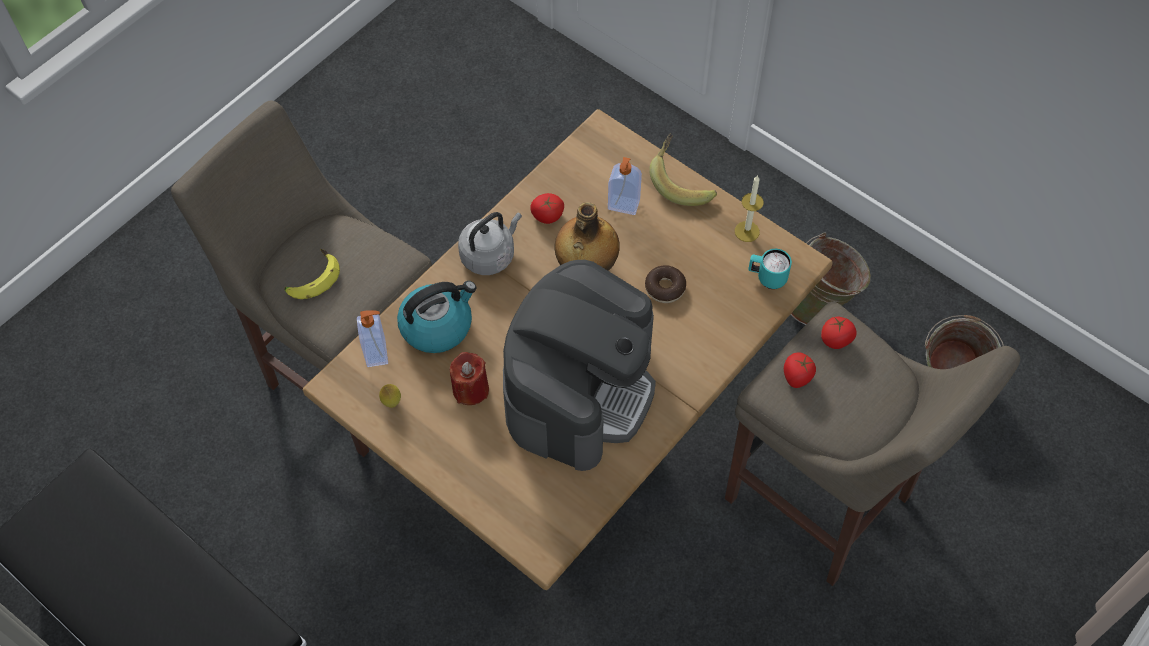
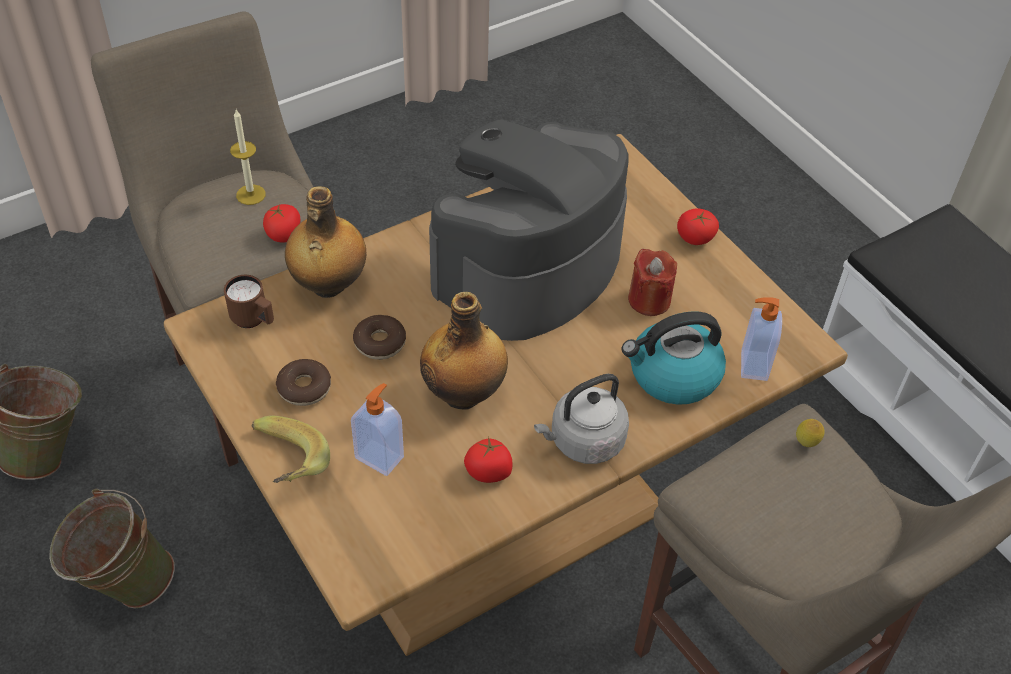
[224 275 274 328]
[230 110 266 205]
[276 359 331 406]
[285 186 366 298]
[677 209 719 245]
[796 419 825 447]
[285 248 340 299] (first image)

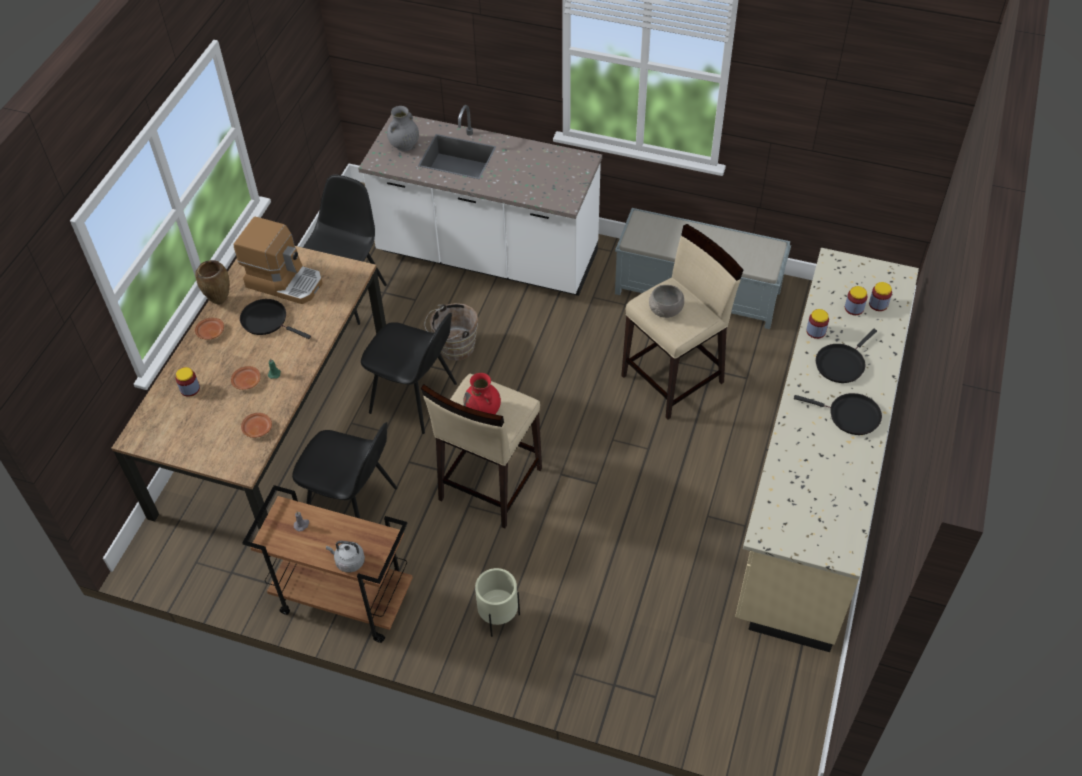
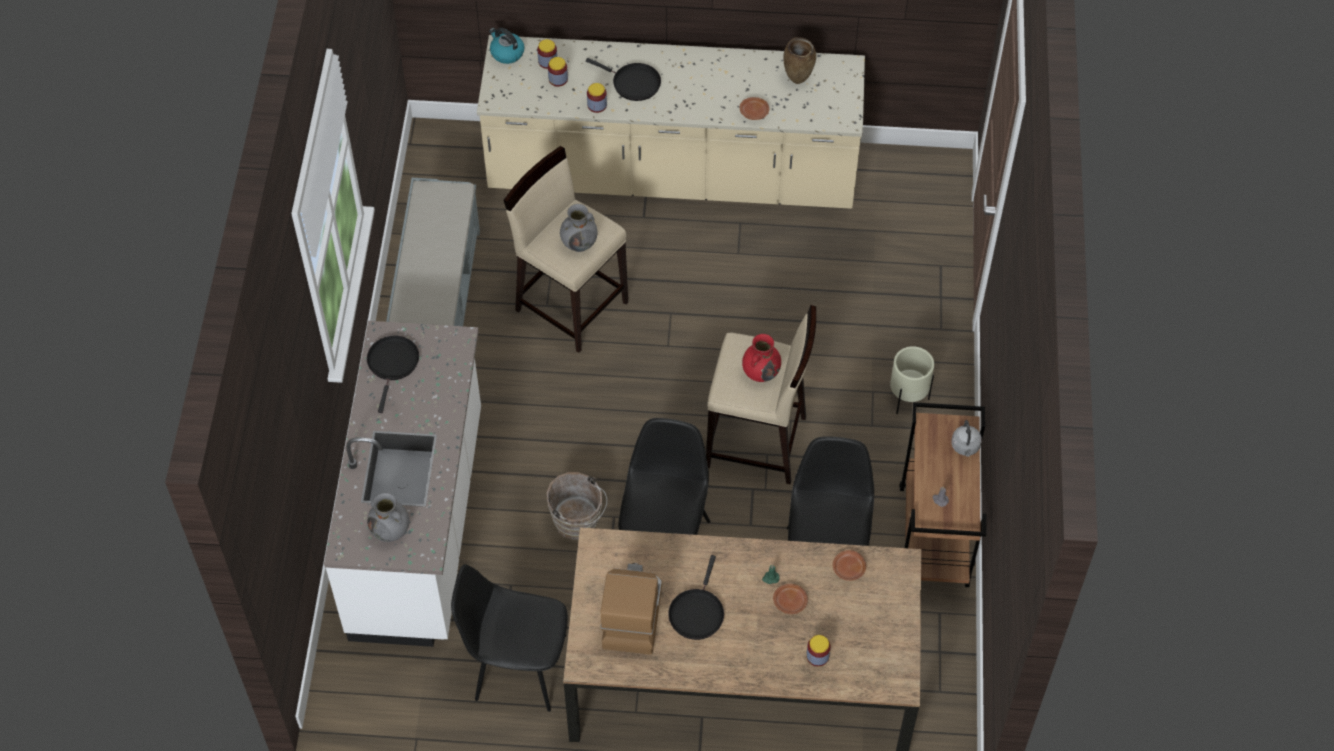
[367 335 419 413]
[489 28 524 64]
[560 204 598 252]
[740 97 769 120]
[783 37 816 84]

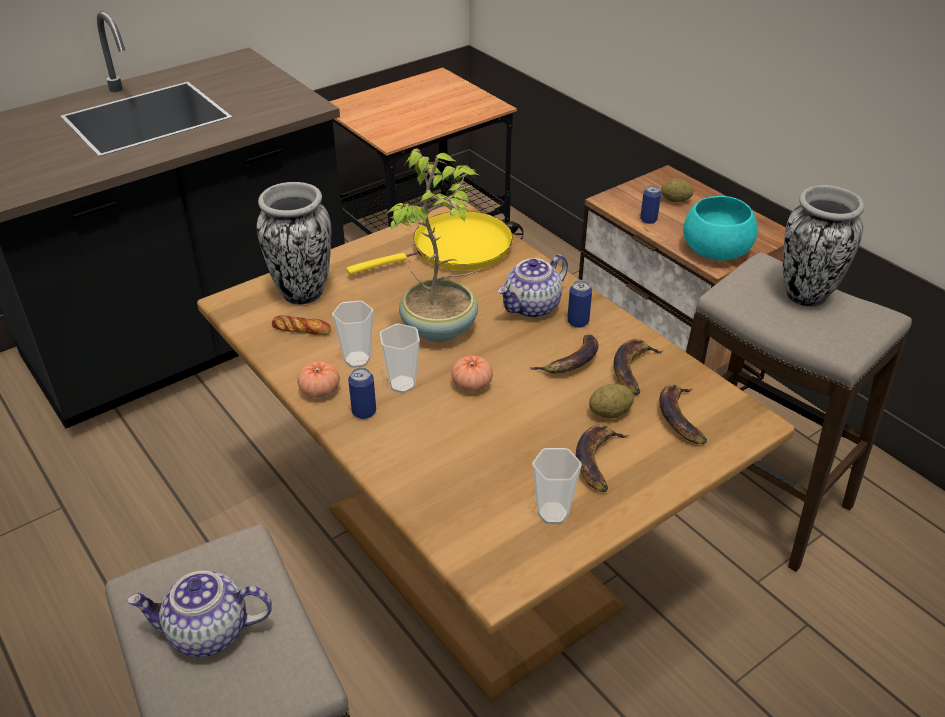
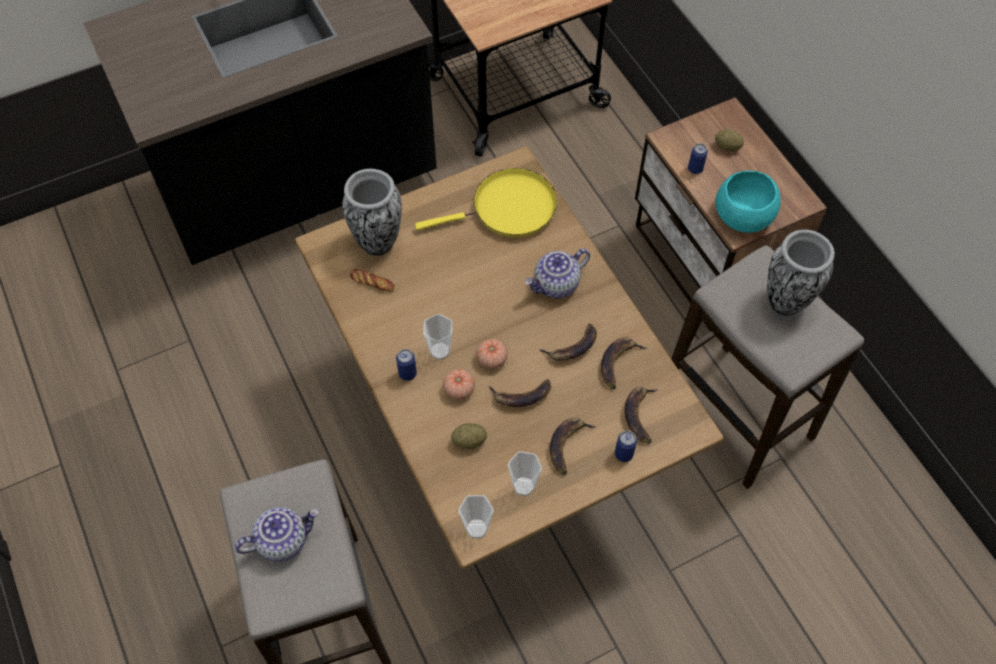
[235 507 319 562]
[443 369 475 400]
[451 423 487 449]
[458 495 493 538]
[489 379 551 407]
[615 431 637 462]
[386 148 482 342] (first image)

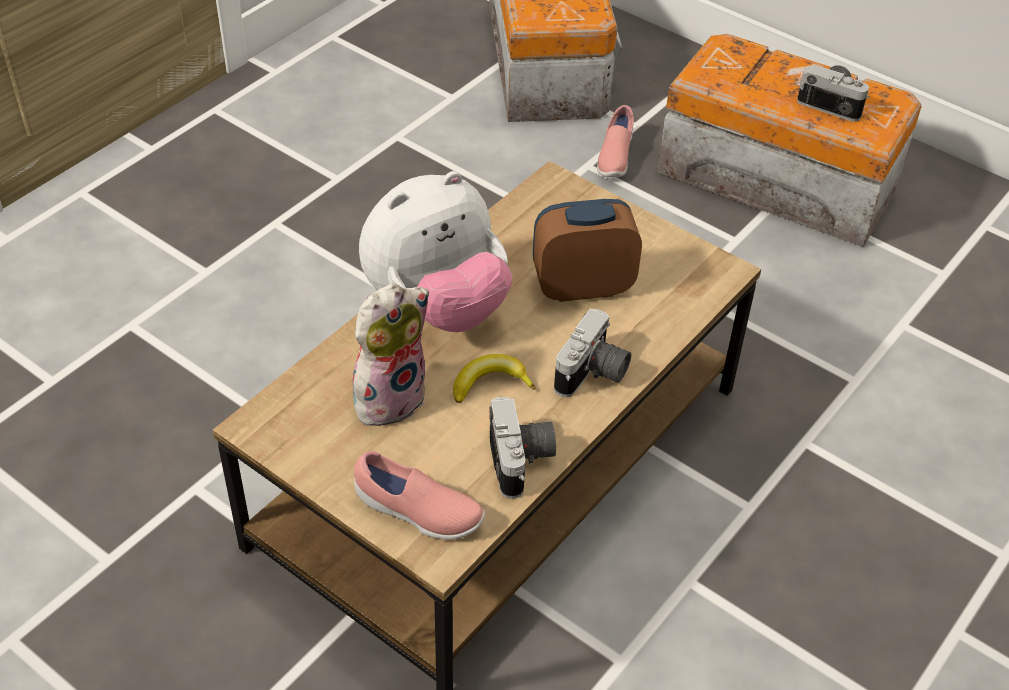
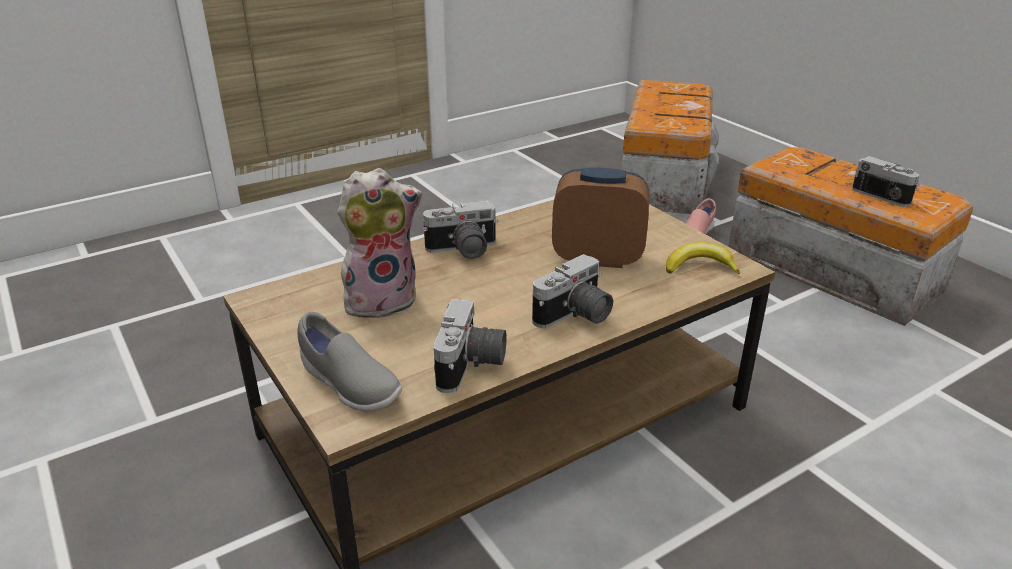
[297 312 402 411]
[423 201 498 259]
[666 242 740 274]

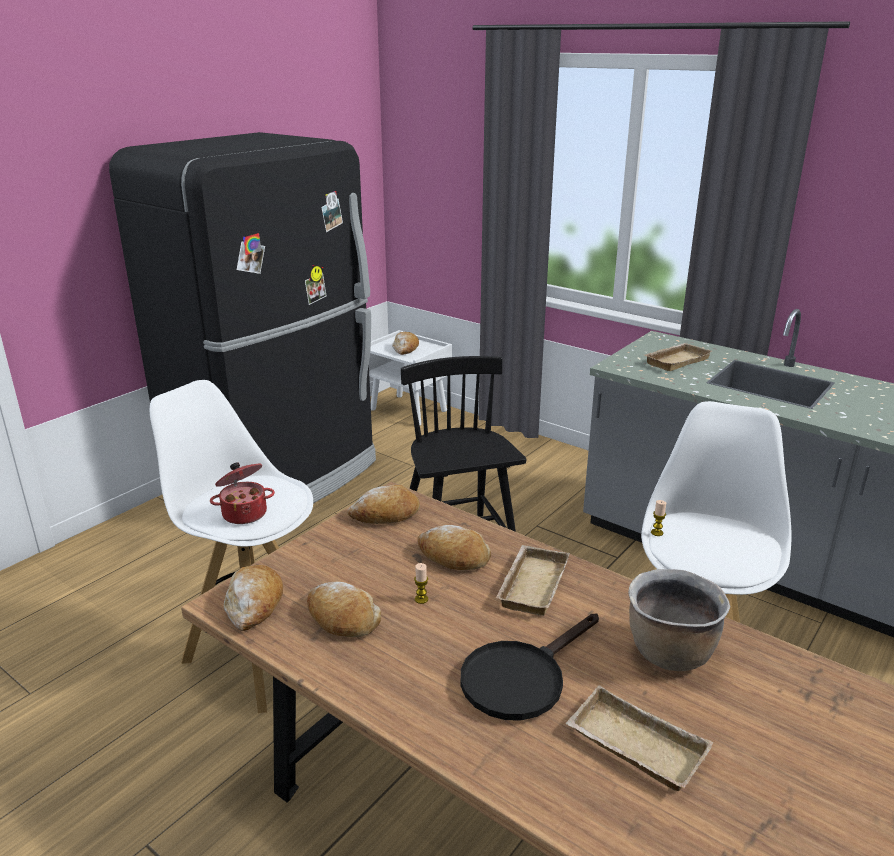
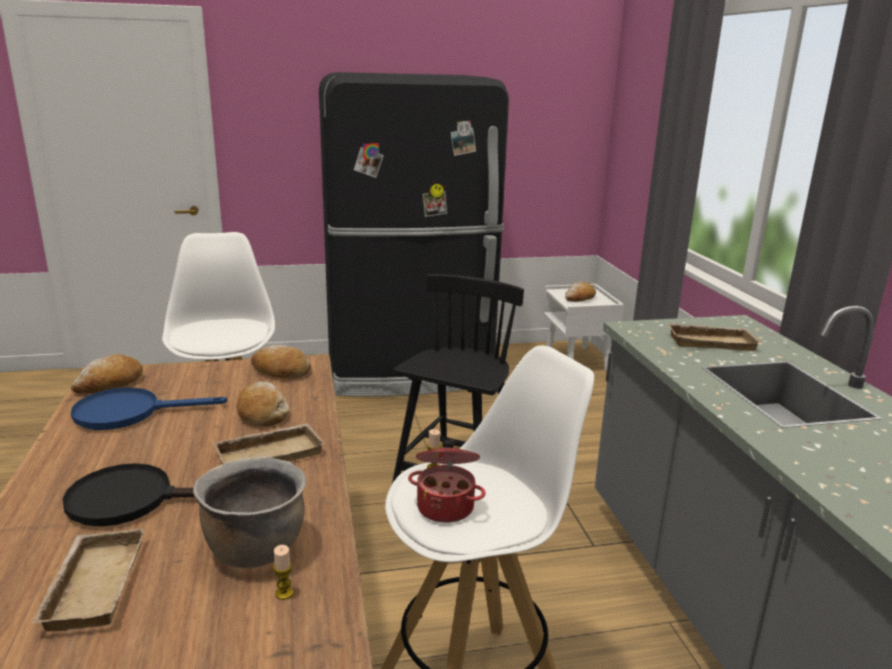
[71 388 227 430]
[273 545 294 600]
[408 440 486 523]

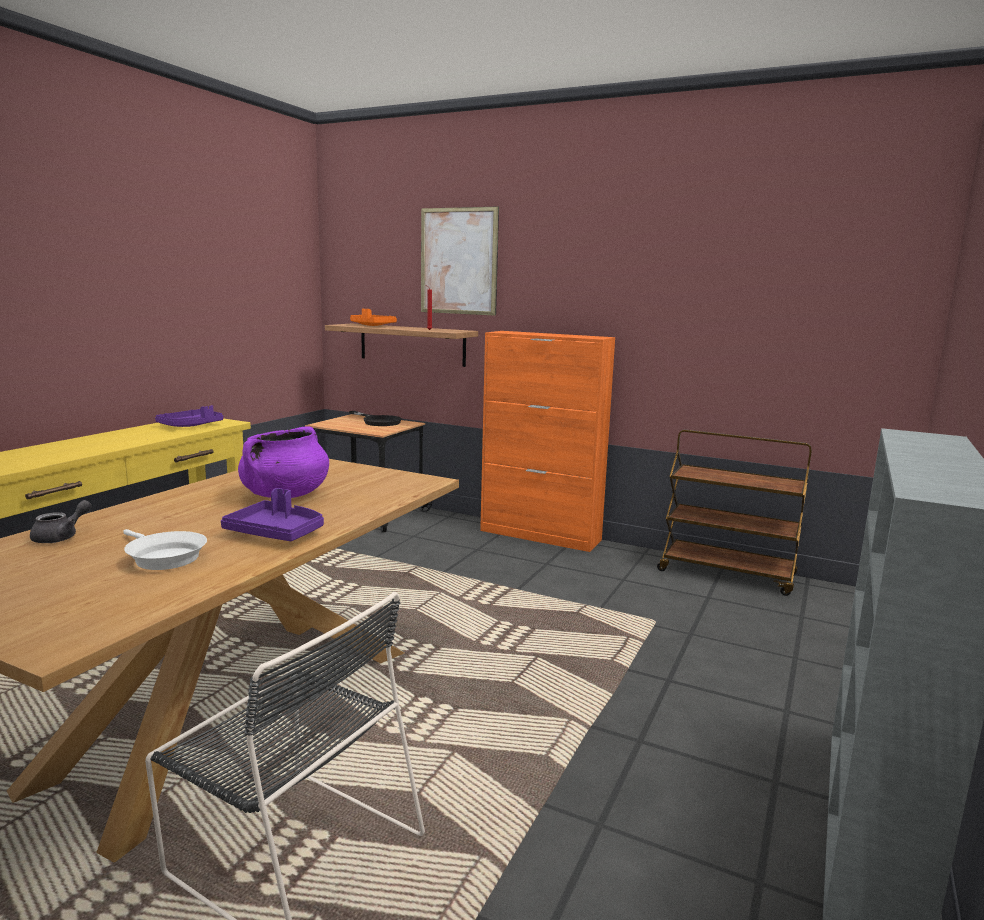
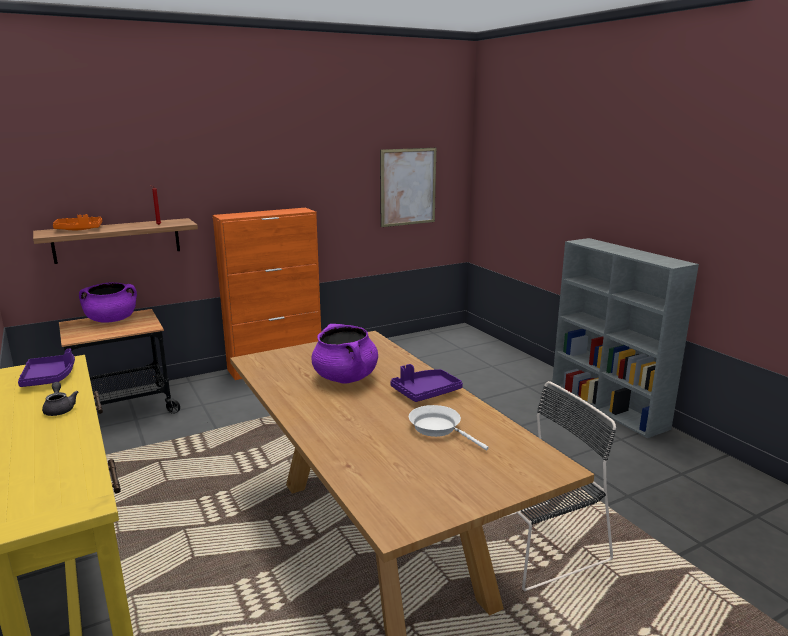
[42 382 79 416]
[79 282 137 323]
[380 148 436 227]
[409 405 489 450]
[657 430 812 596] (first image)

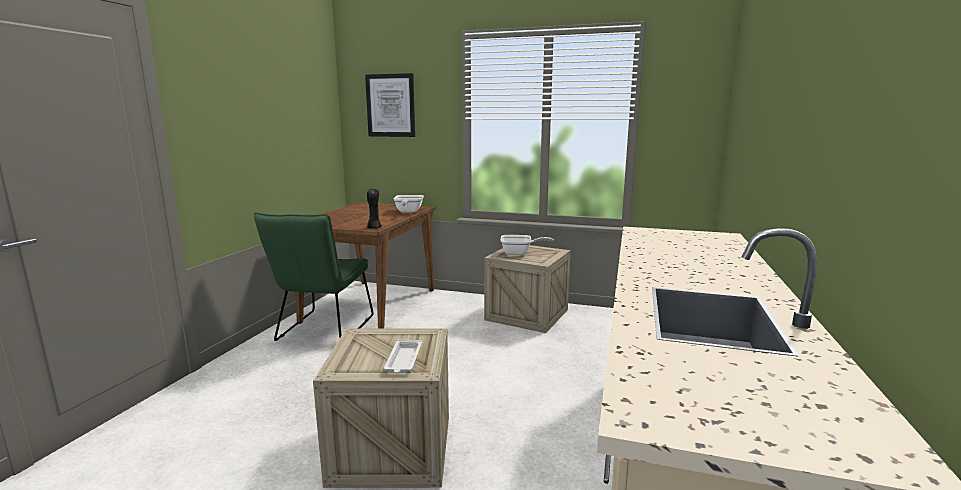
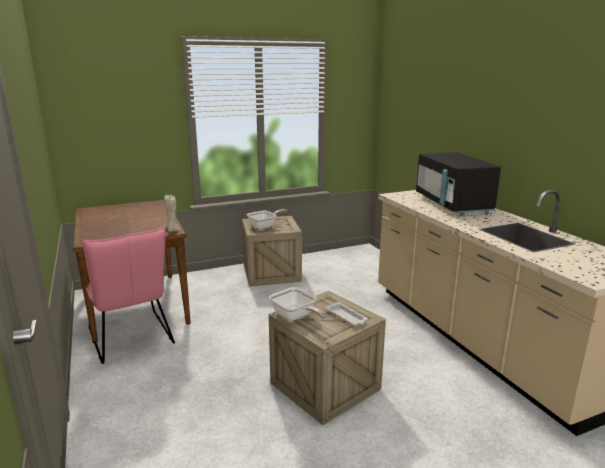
[82 227 175 364]
[164 195 181 232]
[269 287 326 321]
[416 152 501 215]
[365 73 415 137] (first image)

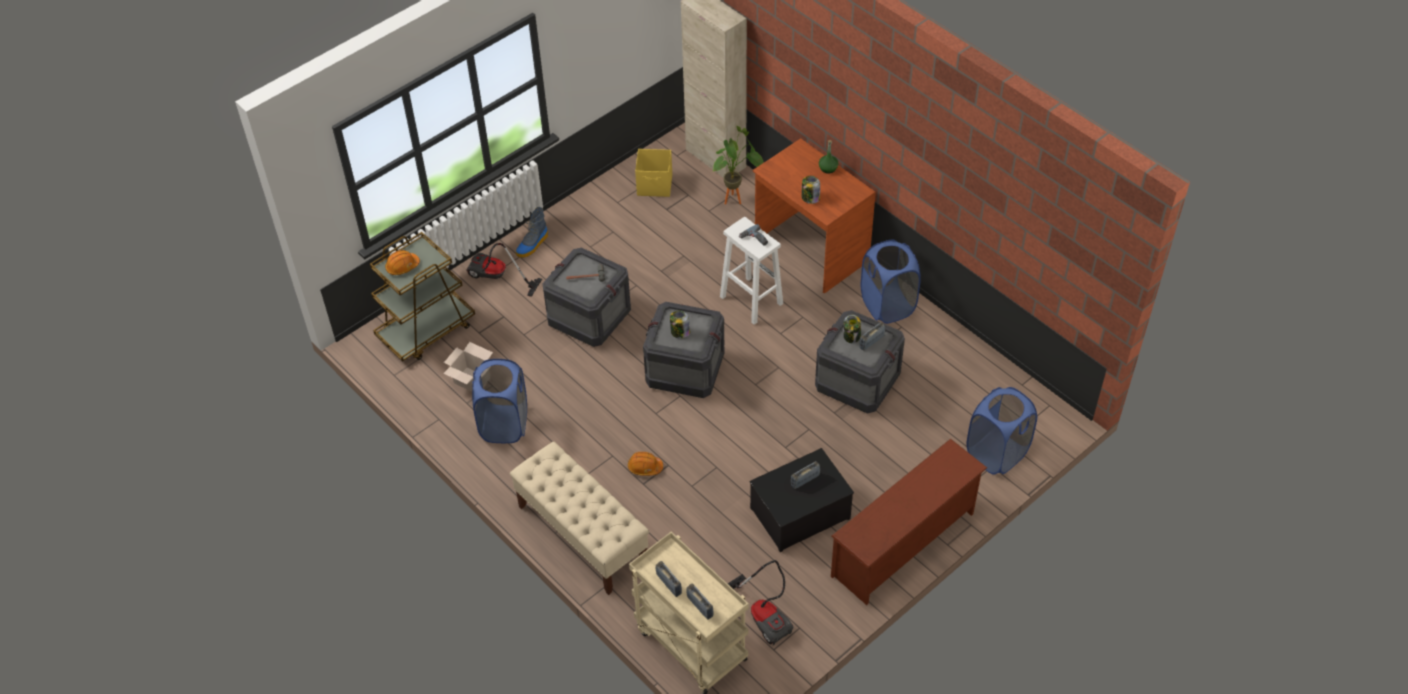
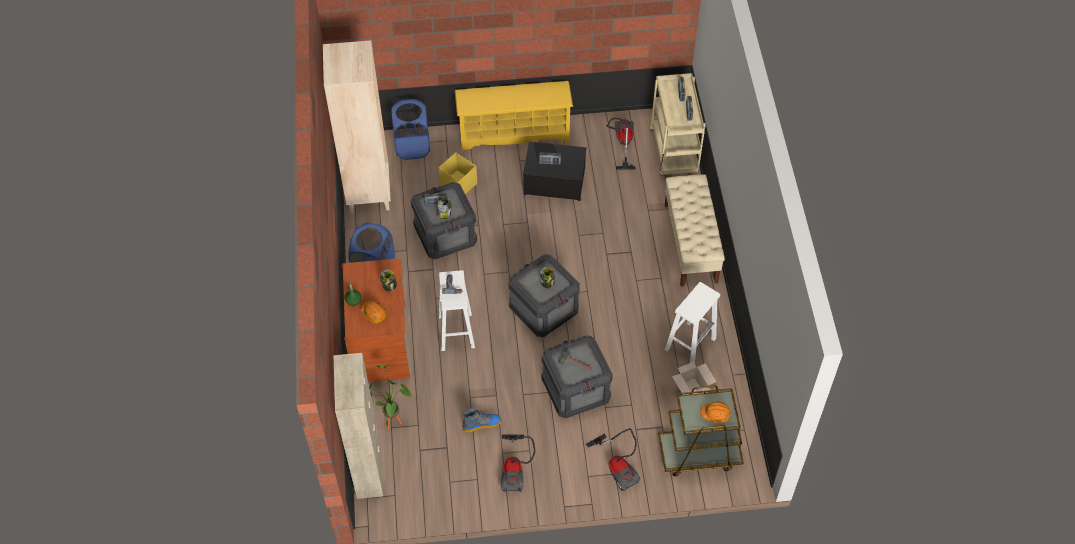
[323 40 391 213]
[361 301 387 324]
[438 152 477 194]
[455 81 573 150]
[463 408 501 433]
[501 434 535 492]
[665 282 720 363]

